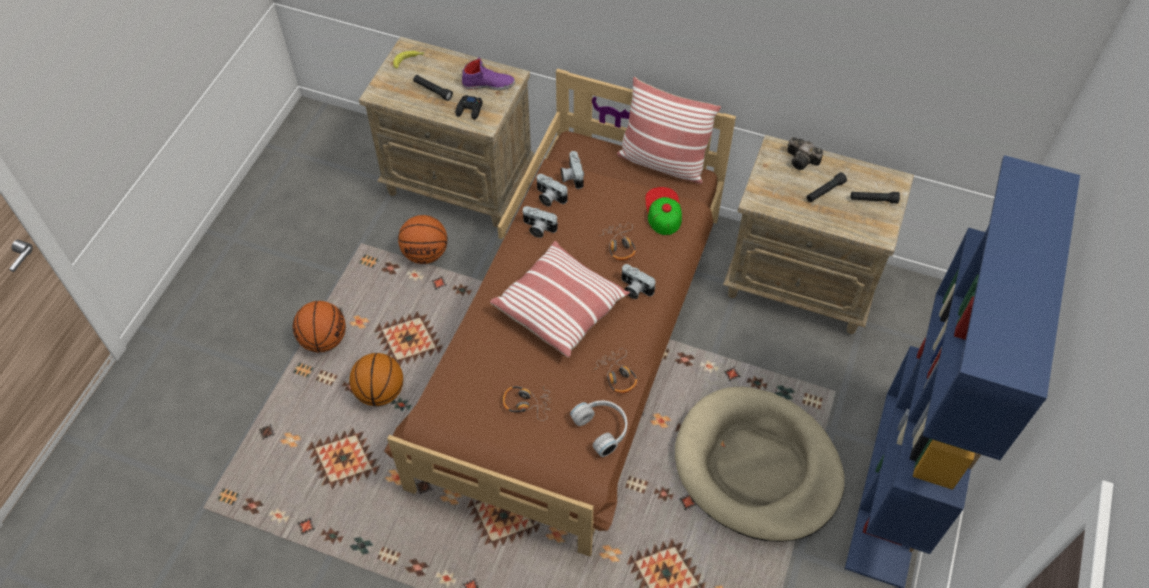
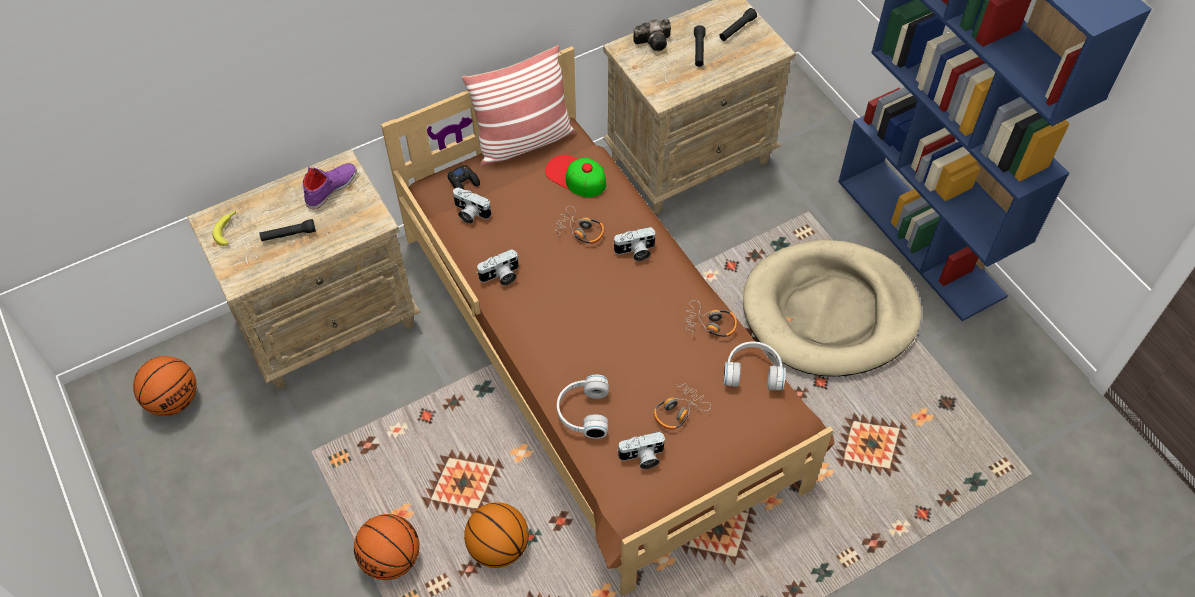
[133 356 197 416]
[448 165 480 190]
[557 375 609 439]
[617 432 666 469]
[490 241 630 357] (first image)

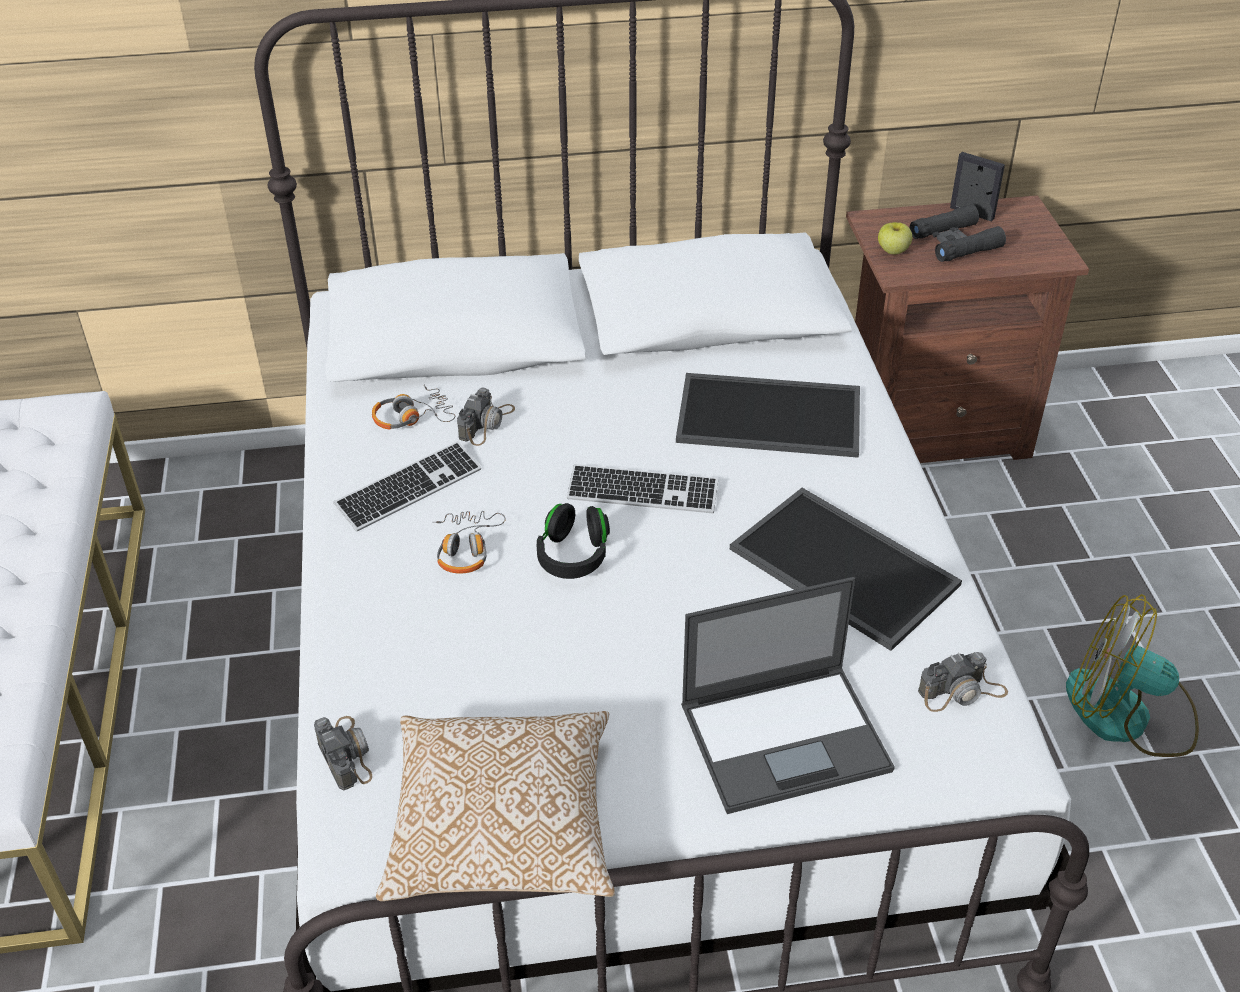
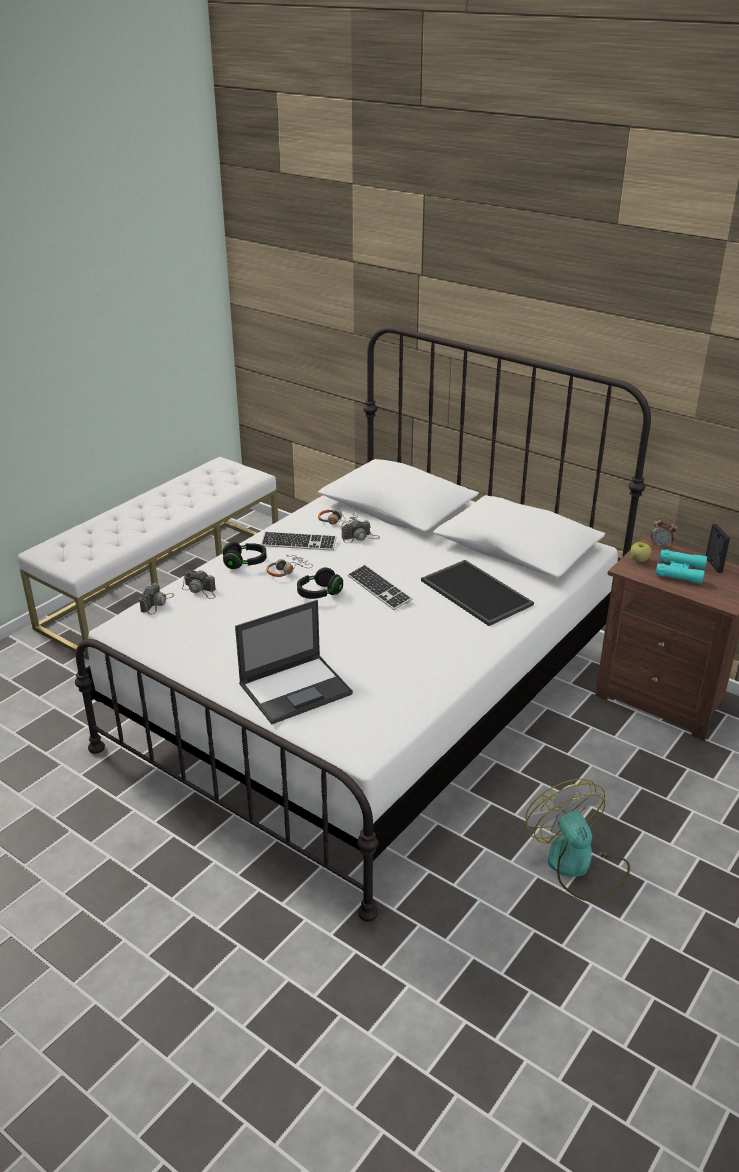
[182 570 216 599]
[223 542 267 569]
[235 600 353 724]
[651 518 677 550]
[655 550 707 584]
[376 711 615 901] (first image)
[730 488 962 651] (first image)

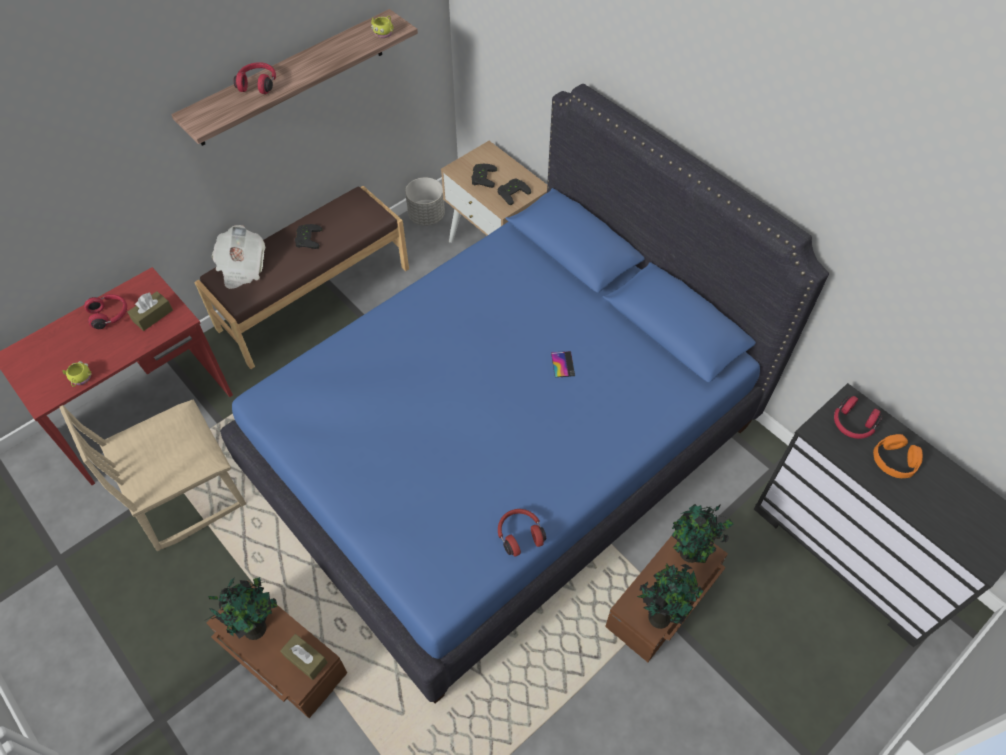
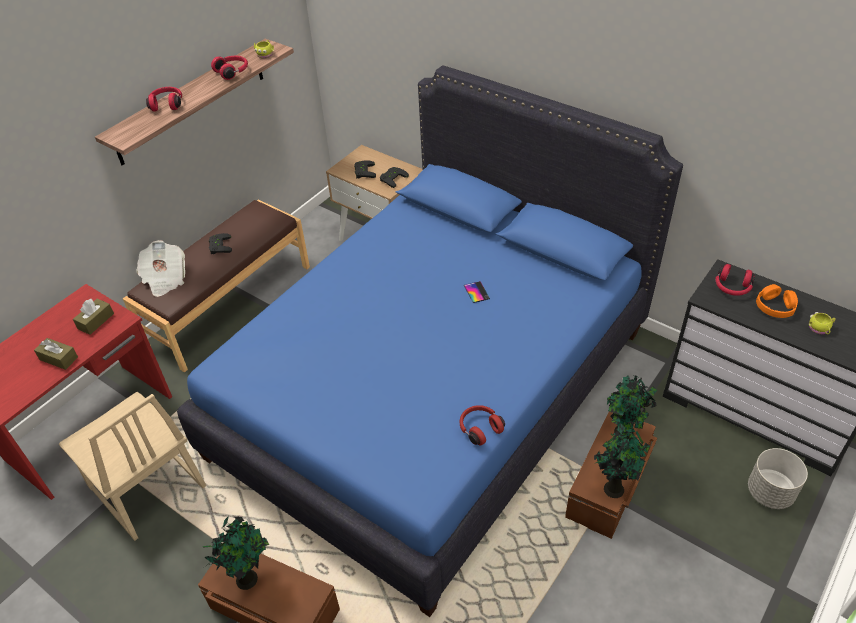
[34 338 78 370]
[59 392 206 541]
[211 56 248 80]
[748 448 808 509]
[809 312 836 335]

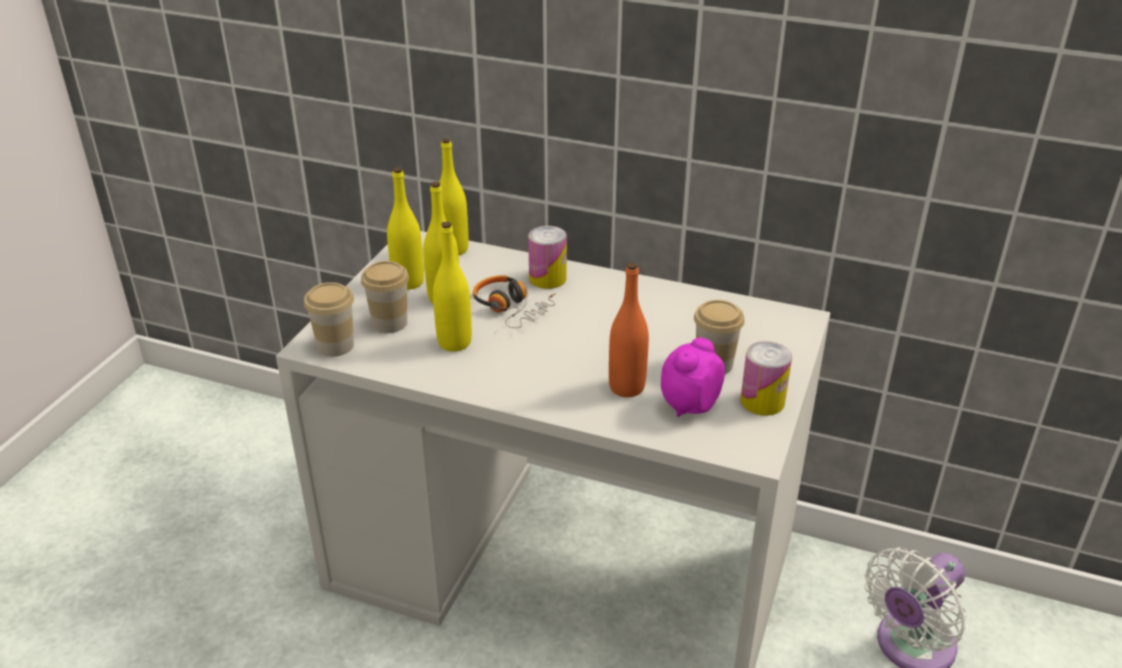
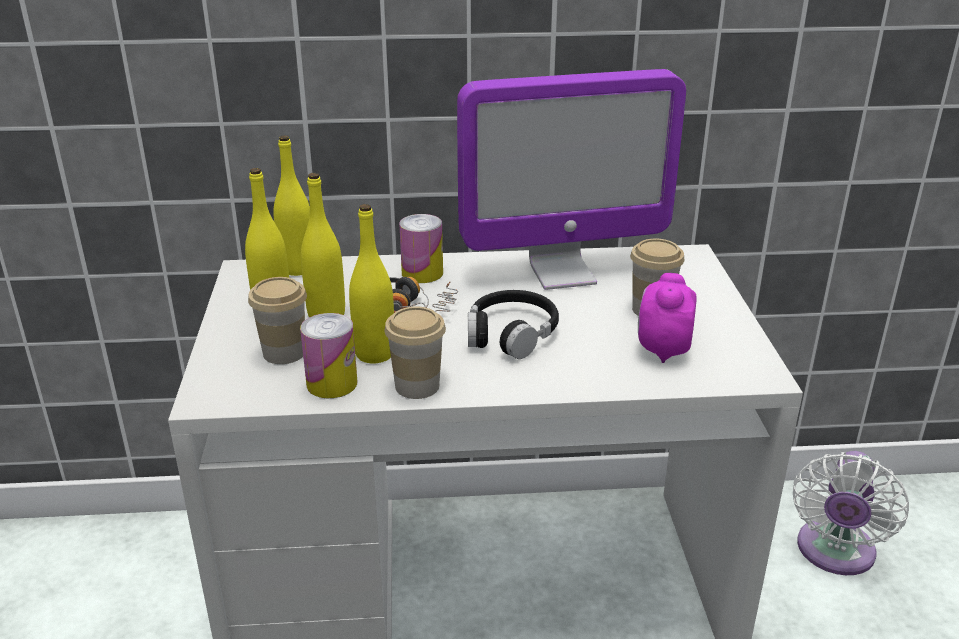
[300 313 357 398]
[384 306 446 399]
[457 69 686 290]
[468 290 559 359]
[609 262 649 397] (first image)

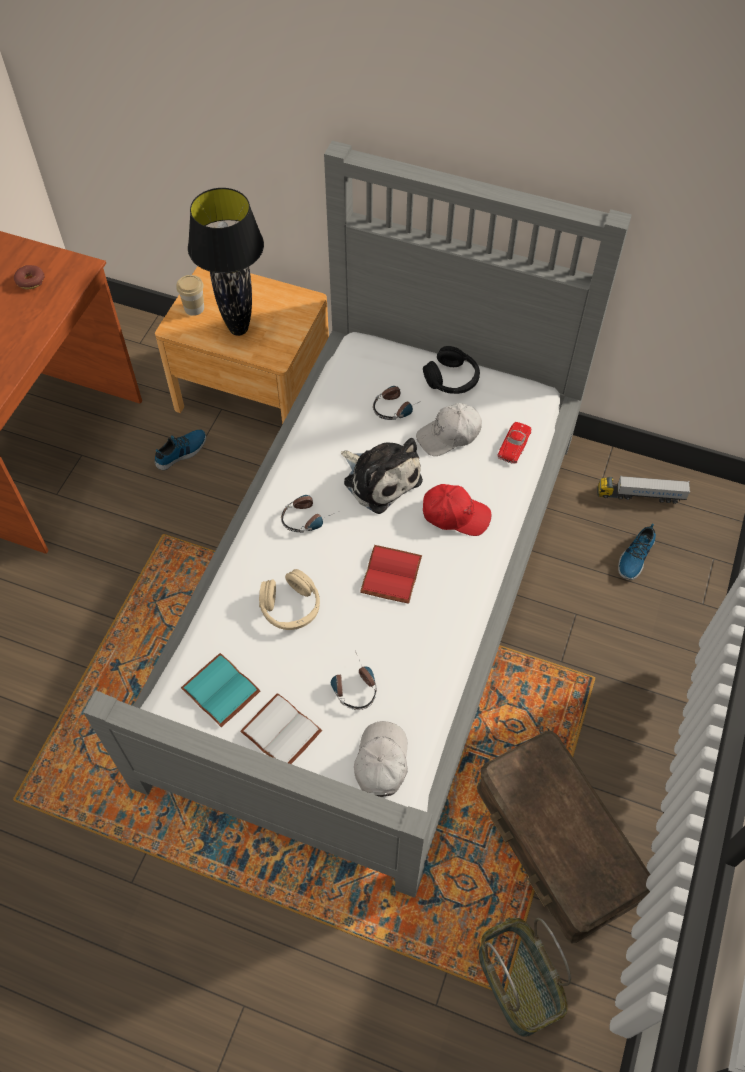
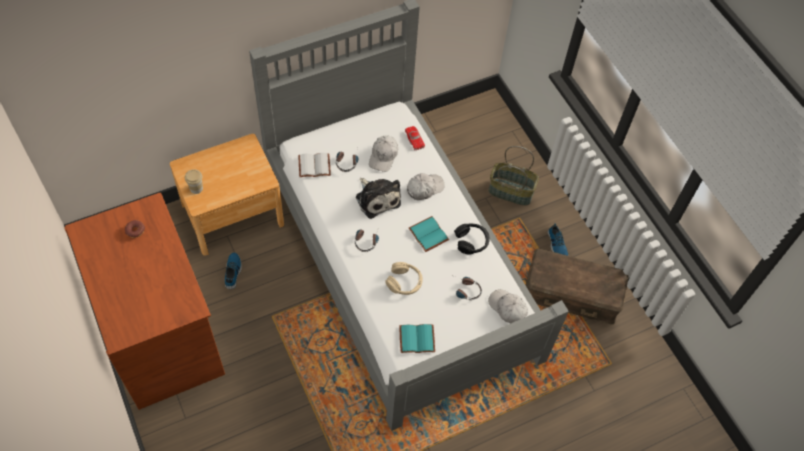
[298 153 331 177]
[356 178 401 219]
[407 173 445 200]
[409 216 449 252]
[454 224 490 255]
[488 146 539 206]
[547 223 568 256]
[188 188 264 336] (first image)
[597 476 690 504] (first image)

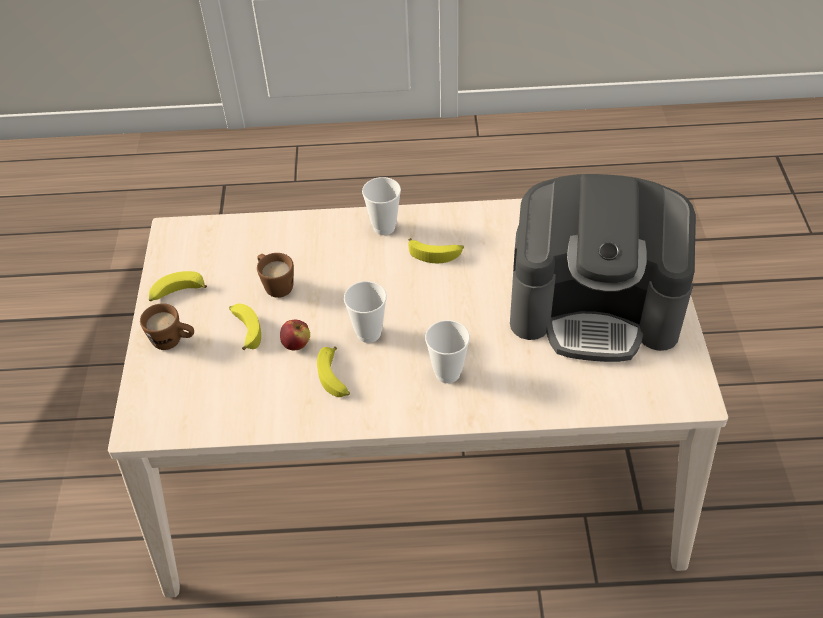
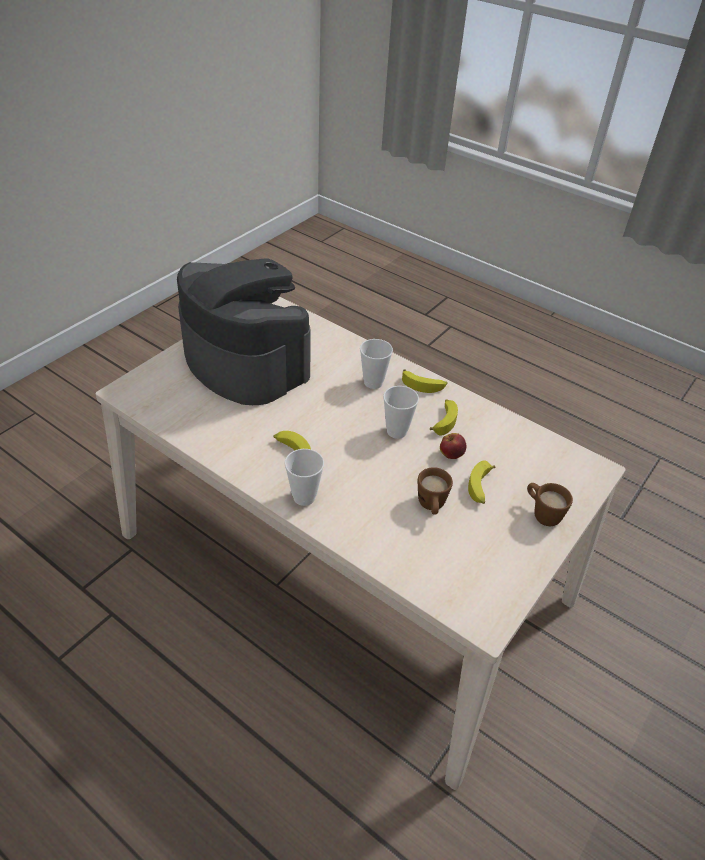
[402 370 448 393]

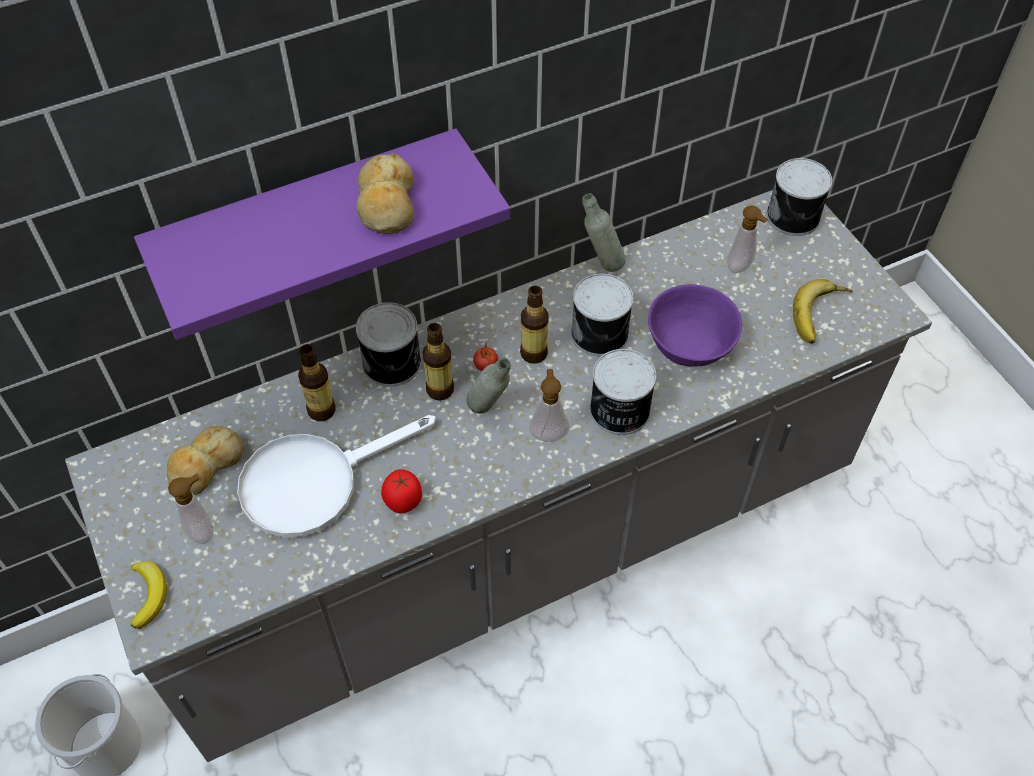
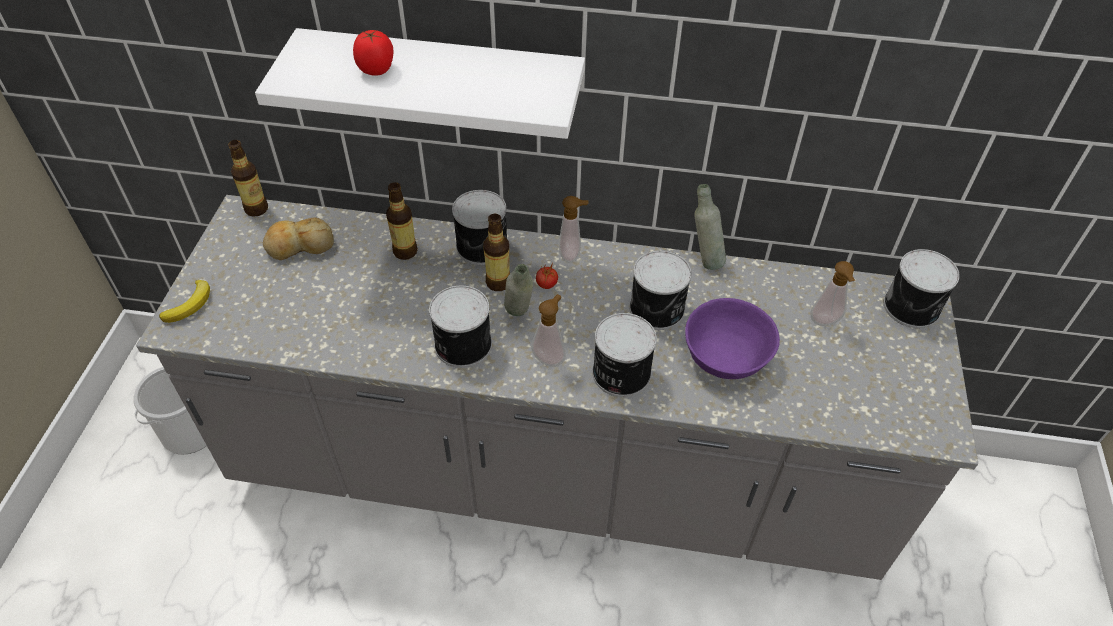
[228 140 268 217]
[255 28 585 139]
[353 30 394 76]
[429 286 492 368]
[559 196 589 263]
[237 415 436 538] (first image)
[356 152 414 234] (first image)
[793 279 853 344] (first image)

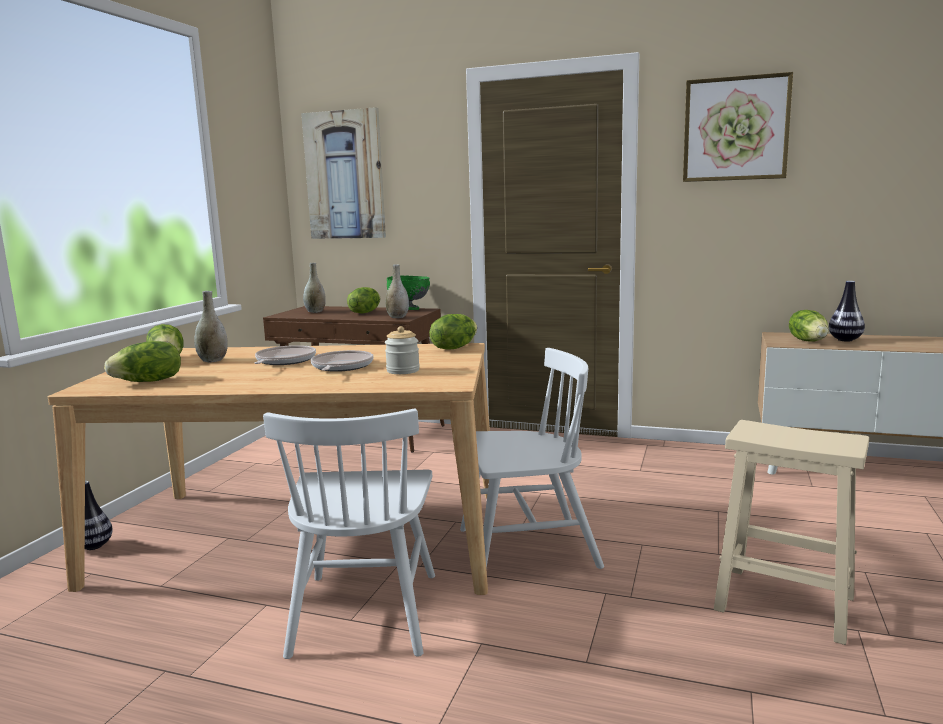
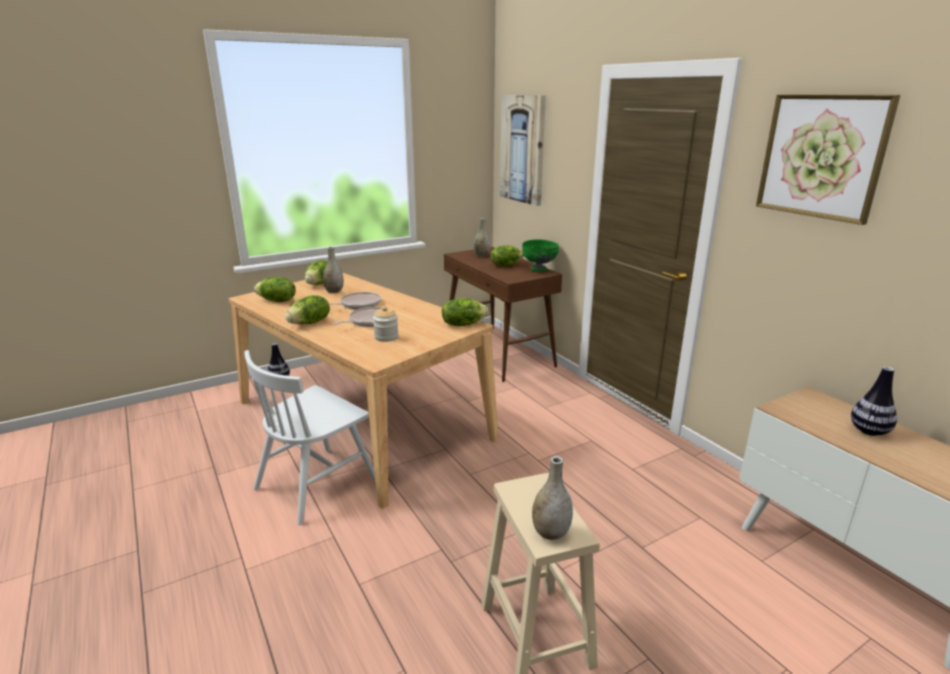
[285 295 330 325]
[532 456 573 540]
[460 348 604 569] (first image)

